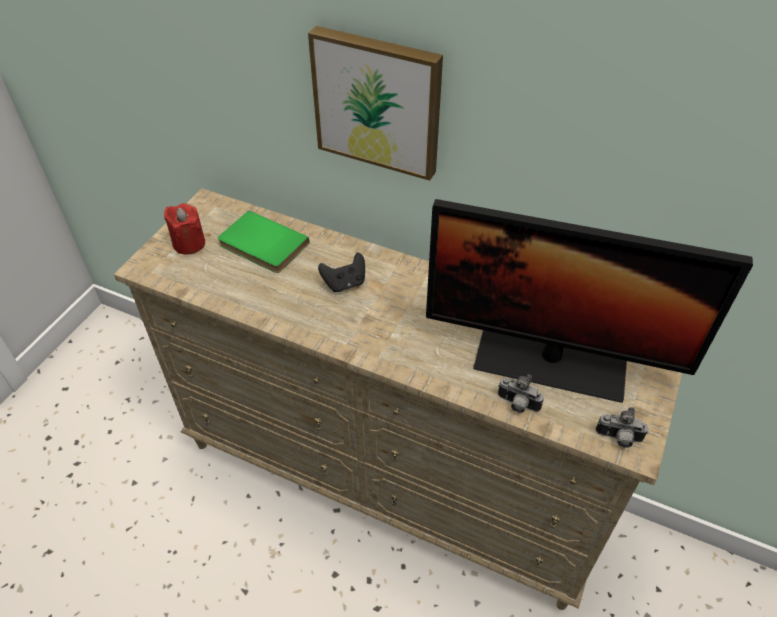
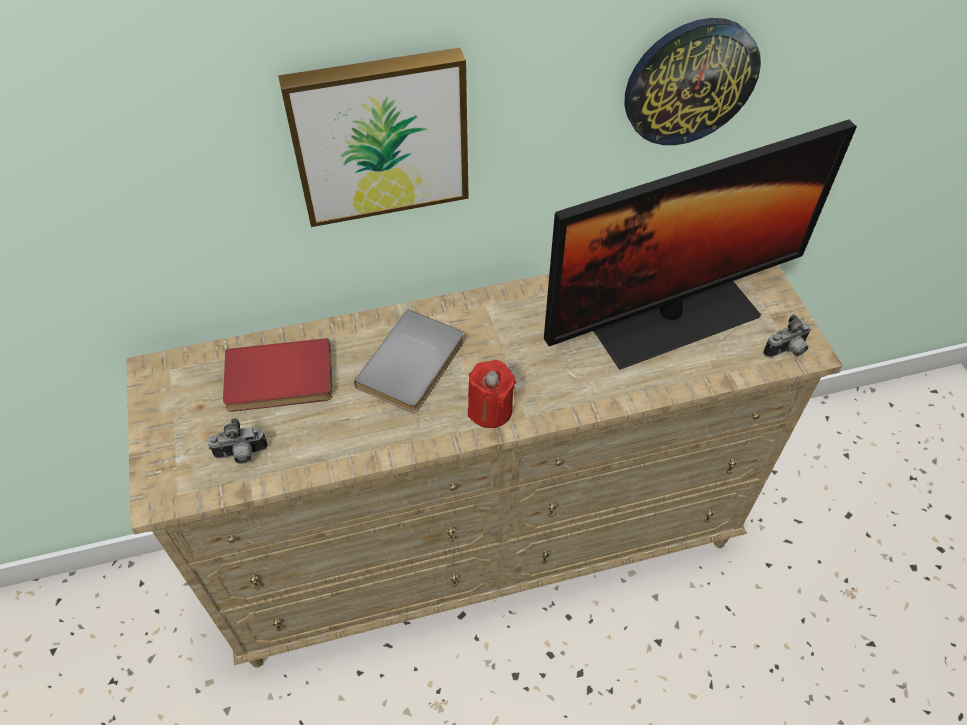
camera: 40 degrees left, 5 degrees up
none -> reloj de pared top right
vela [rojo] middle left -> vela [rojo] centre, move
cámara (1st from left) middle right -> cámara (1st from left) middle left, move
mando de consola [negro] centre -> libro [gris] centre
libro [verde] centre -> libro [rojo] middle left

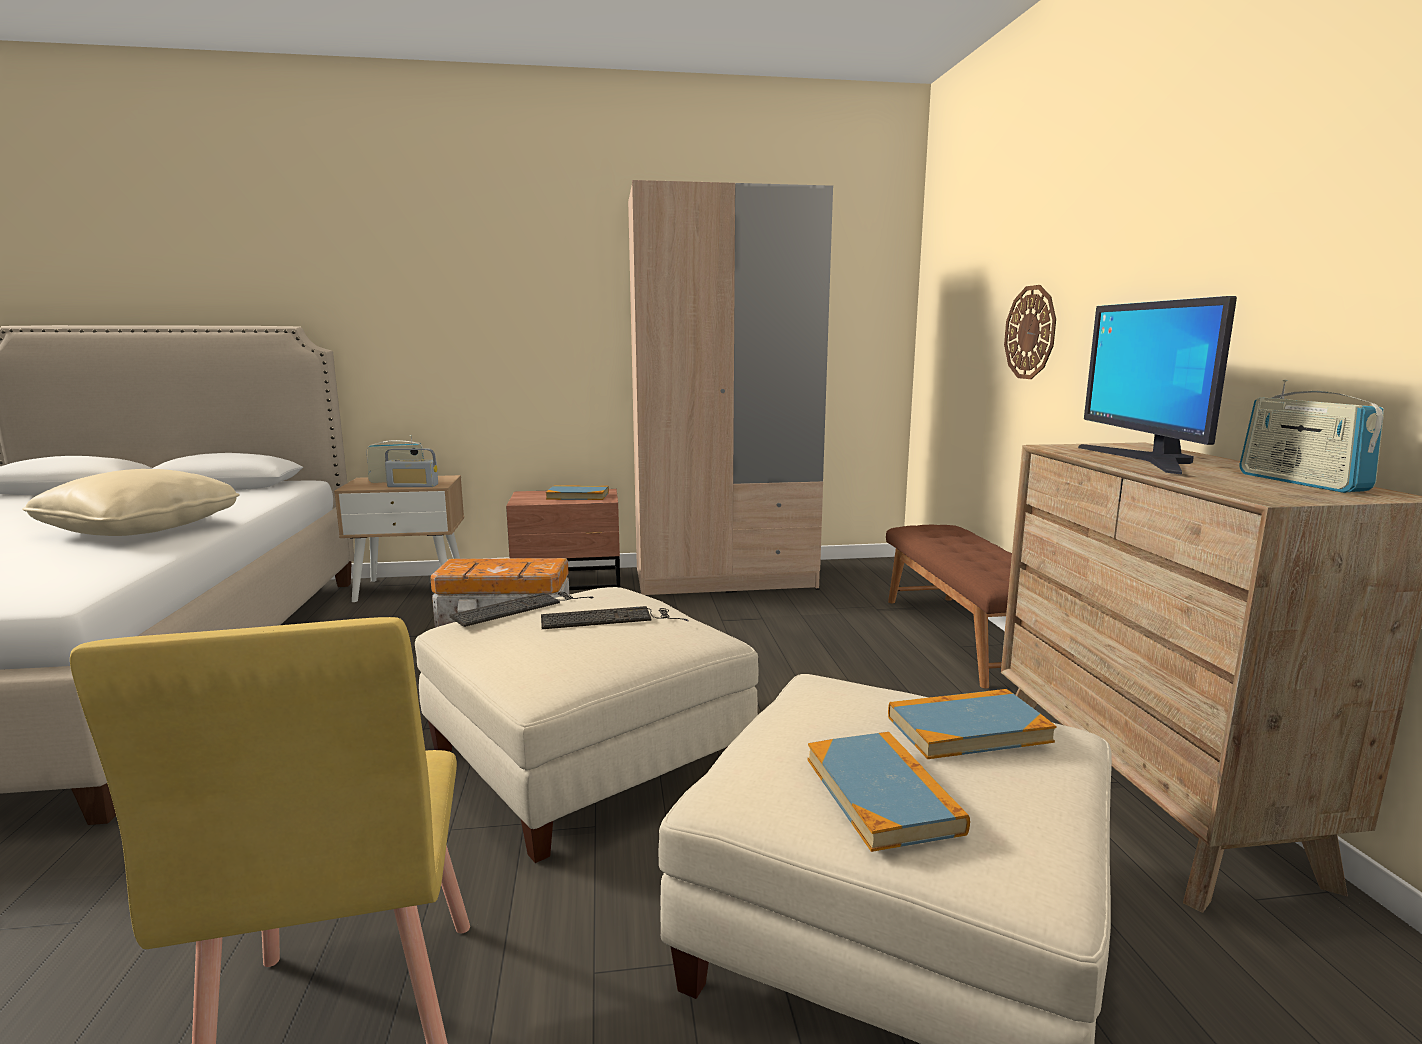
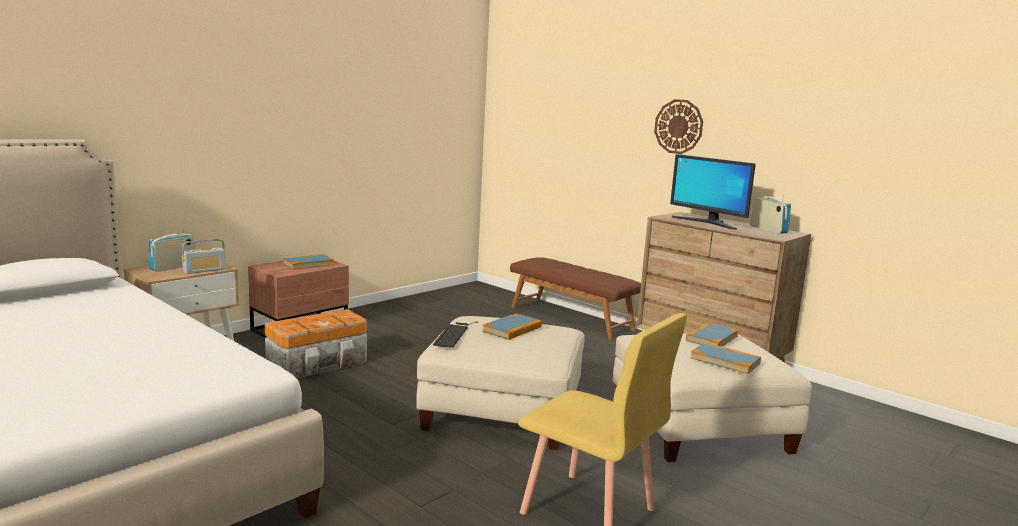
camera: 40 degrees left, 0 degrees up
cojín [beis] middle left -> none
armario ropero [beis] centre -> none
reloj de pared top right -> reloj de pared top centre, move
teclado (2nd from left) centre -> libro (2nd from left) centre
radio (3rd from left) middle right, 150 degrees counterclockwise

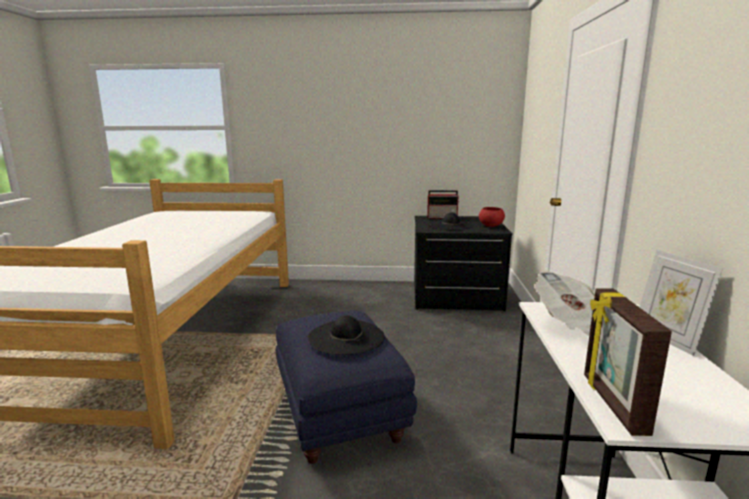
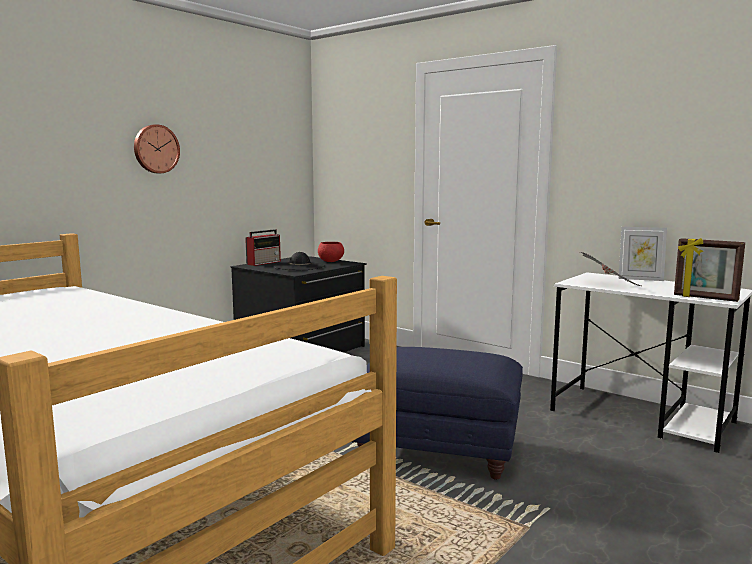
camera: 55 degrees left, 5 degrees down
sombrero [negro] (1st from left) bottom centre -> none
none -> reloj de pared top left

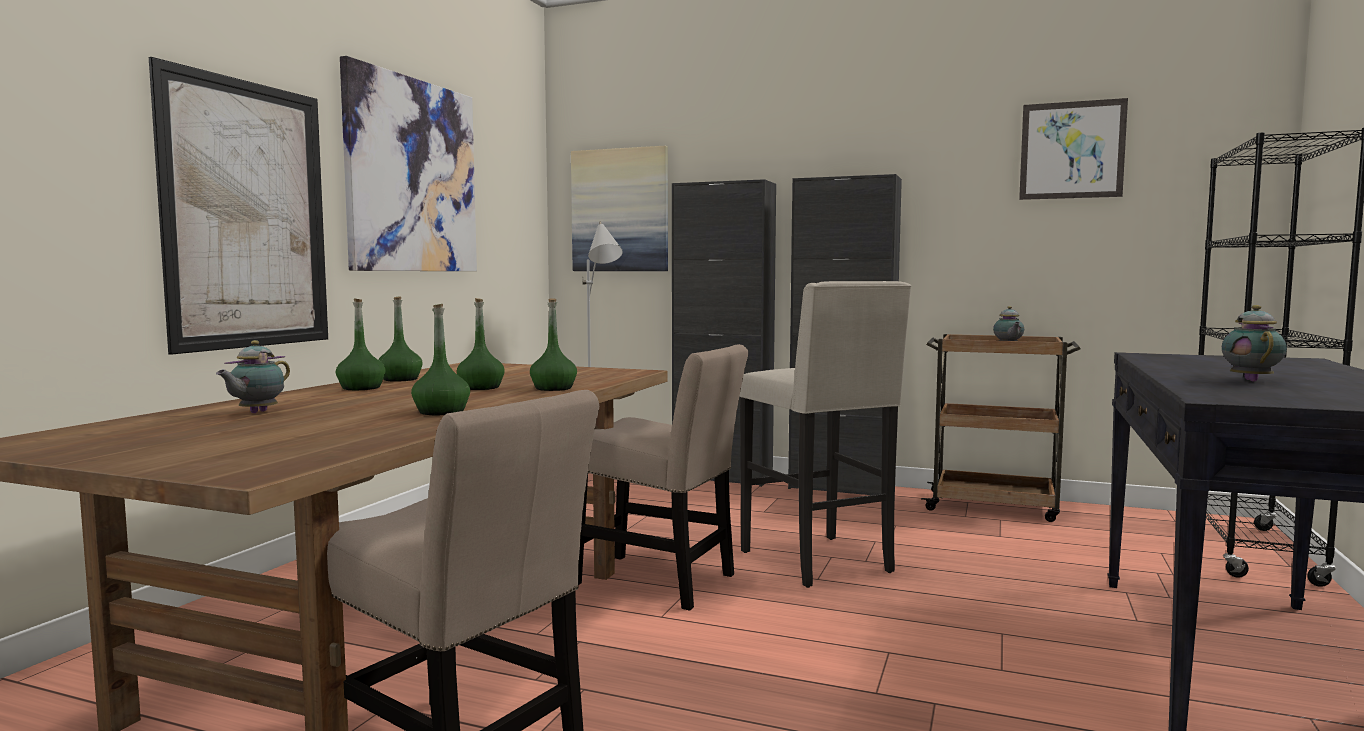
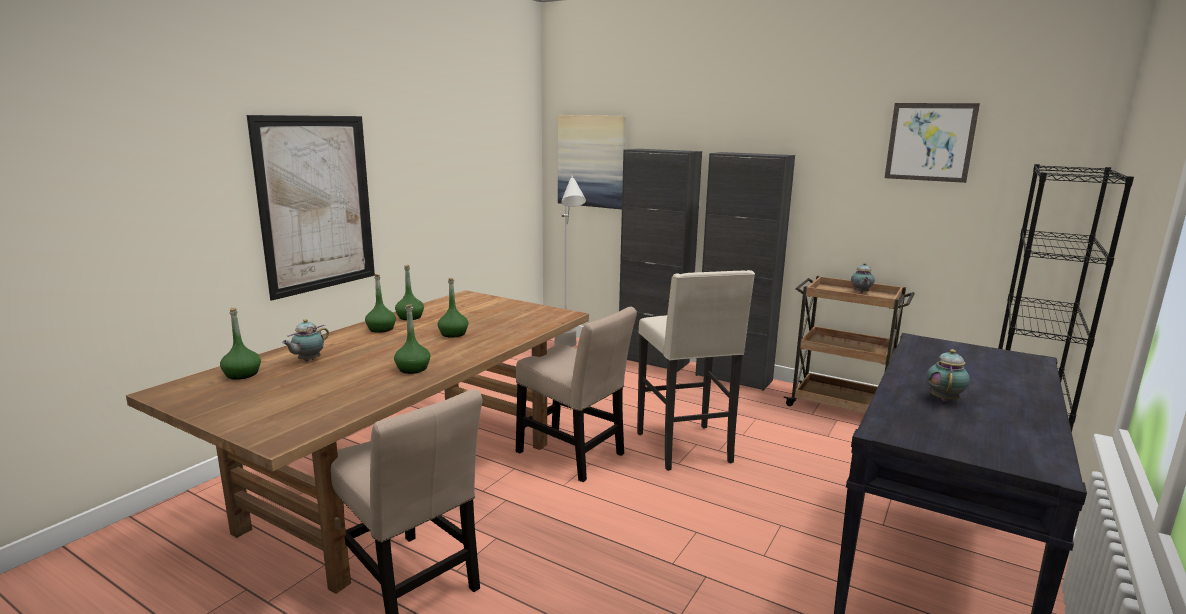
camera: 10 degrees right, 10 degrees up
cuadro (2nd from left) top left -> none
botella [verde] (5th from left in the first image) centre -> botella [verde] (1st from left) middle left, move

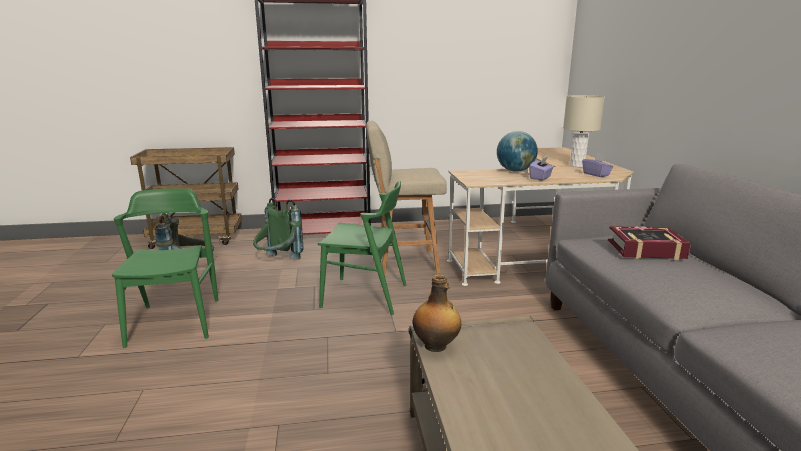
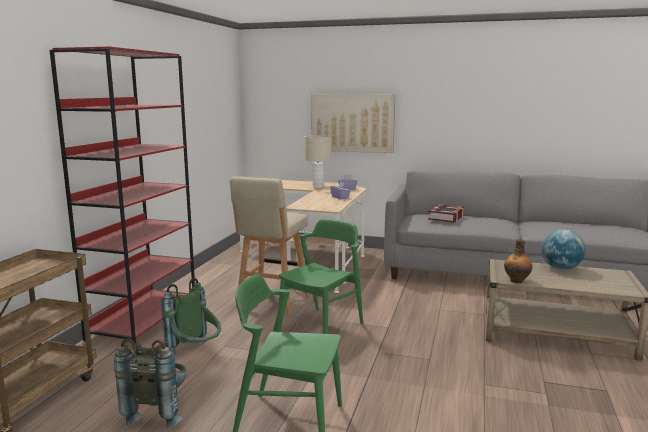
camera: 65 degrees left, 5 degrees down
none -> cuadro top centre
globo terráqueo centre -> globo terráqueo middle right, move

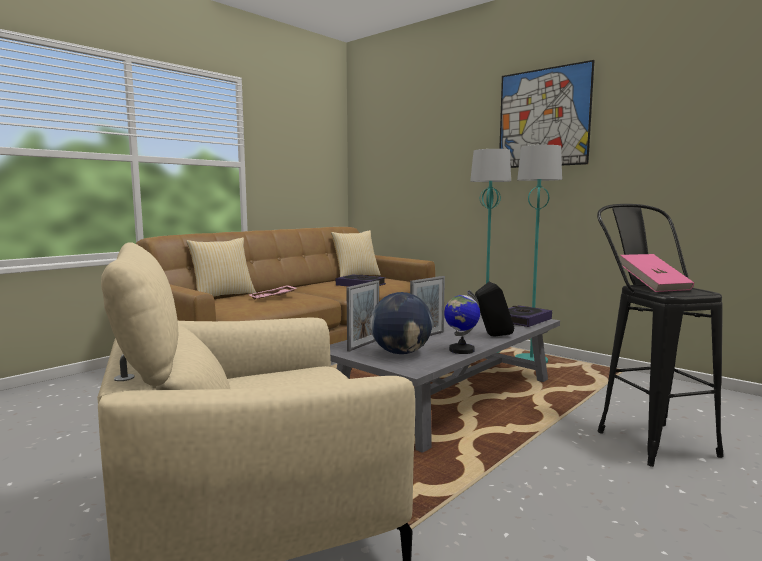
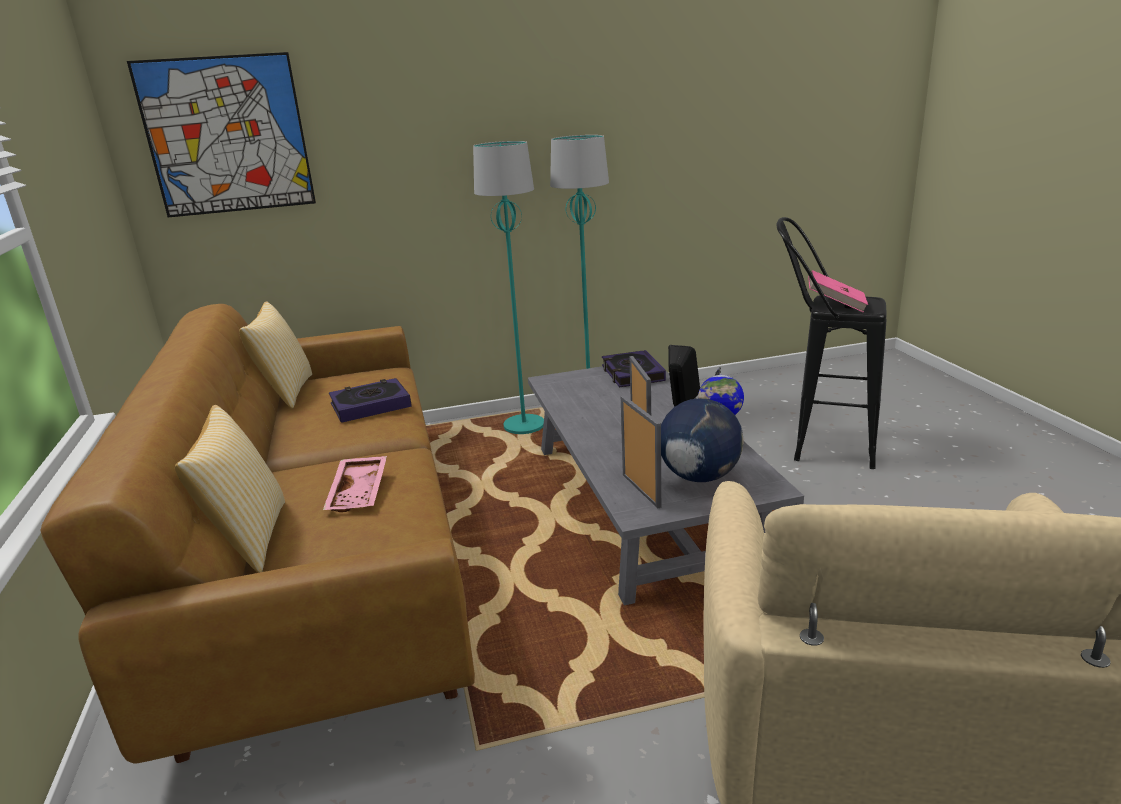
camera: 55 degrees left, 15 degrees up
cuadro top right -> cuadro top left, move

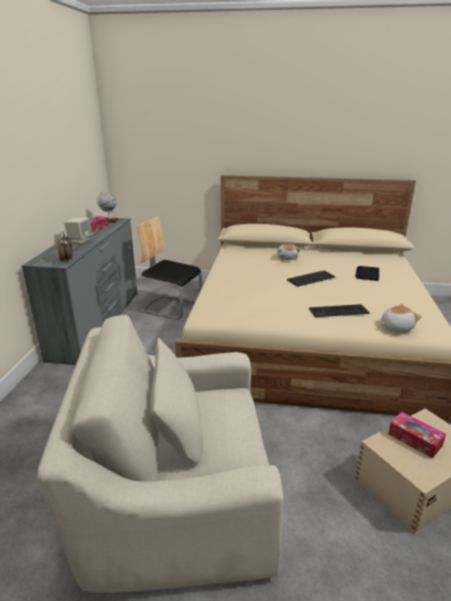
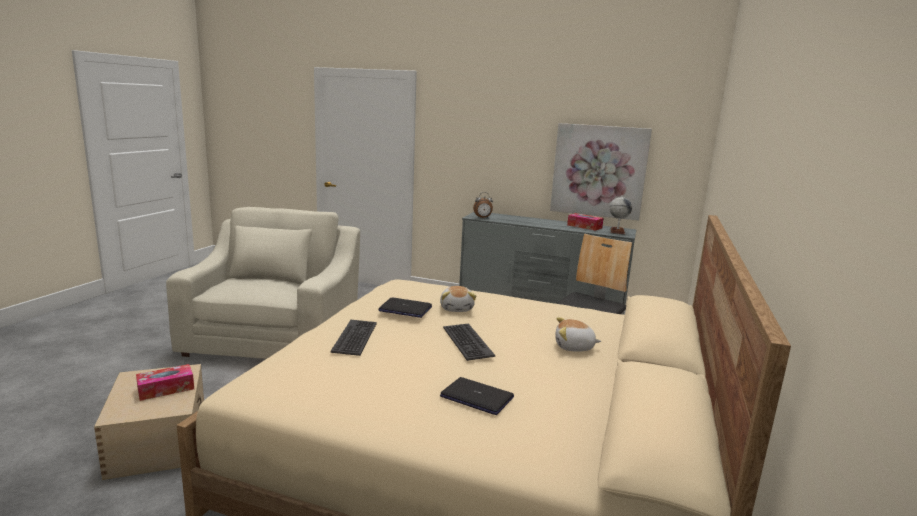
camera: 100 degrees right, 10 degrees down
altavoz [beis] middle left -> none
none -> portátil (1st from left) centre
none -> cuadro centre
peluche (2nd from left in the first image) middle right -> peluche (1st from left) centre, move

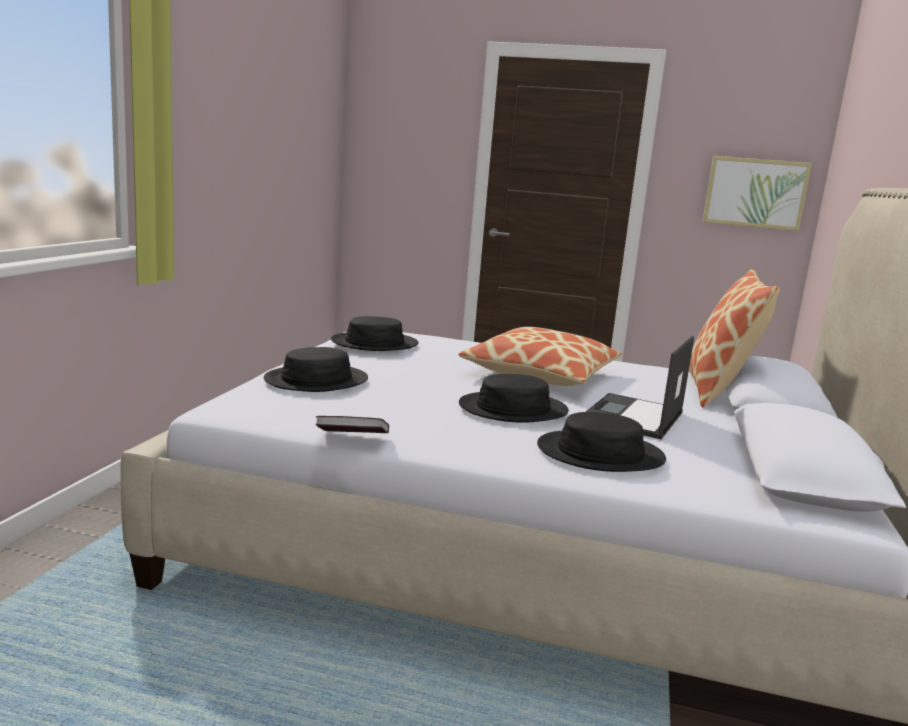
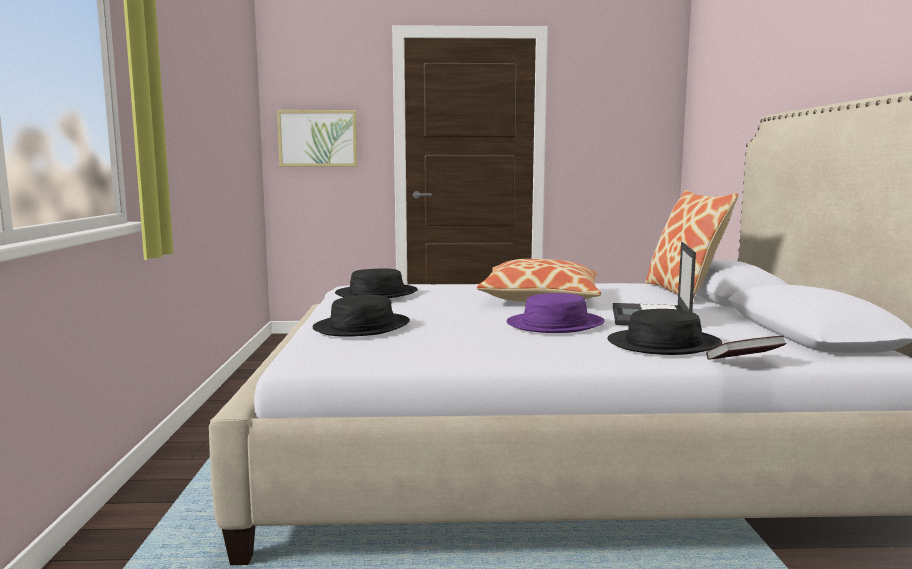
camera: 15 degrees left, 5 degrees down
libro centre -> libro middle right, move
cuadro top right -> cuadro top centre, move
sombrero [negro] (3rd from left) centre -> sombrero [morado] centre

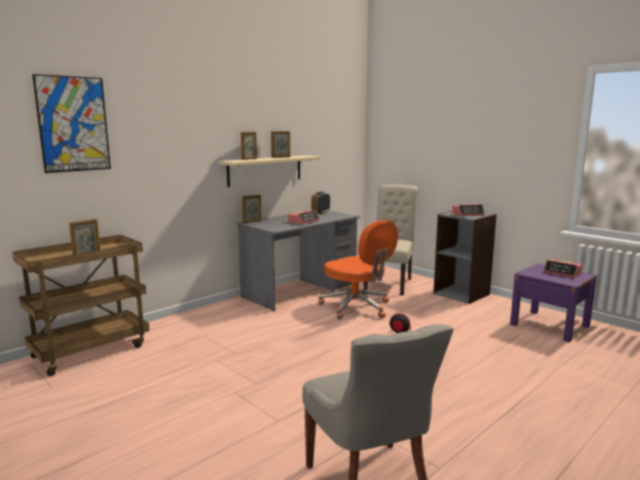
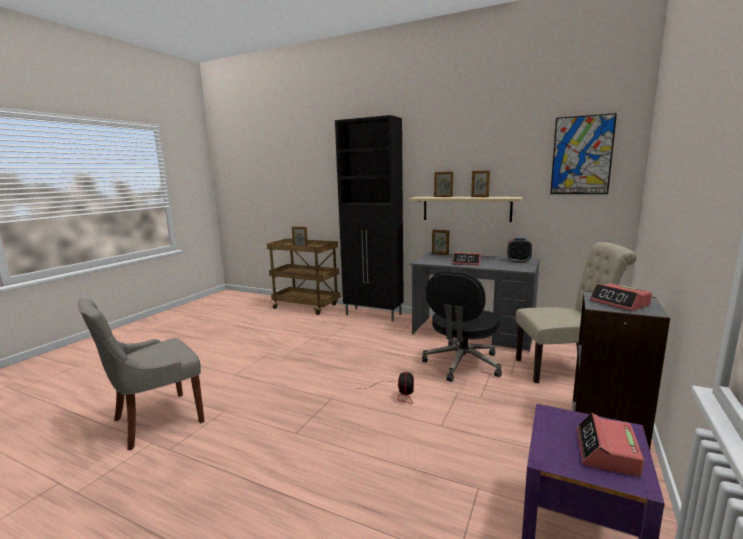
camera: 70 degrees right, 0 degrees up
none -> armario [negro] centre
cuadro top left -> cuadro top right, move
silla de oficina [naranja] centre -> silla de oficina [negro] centre

